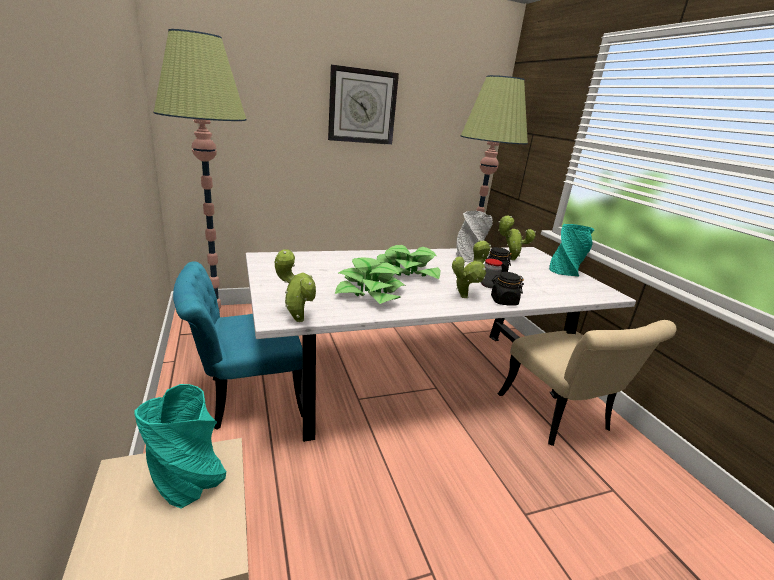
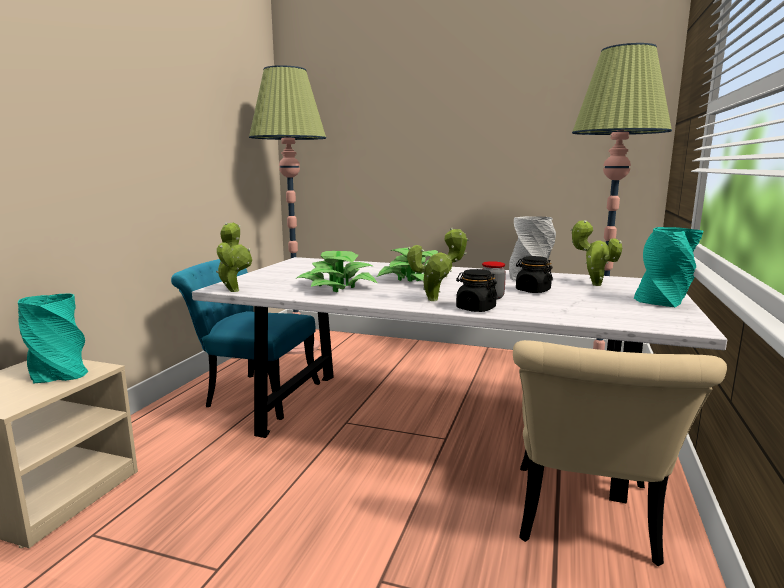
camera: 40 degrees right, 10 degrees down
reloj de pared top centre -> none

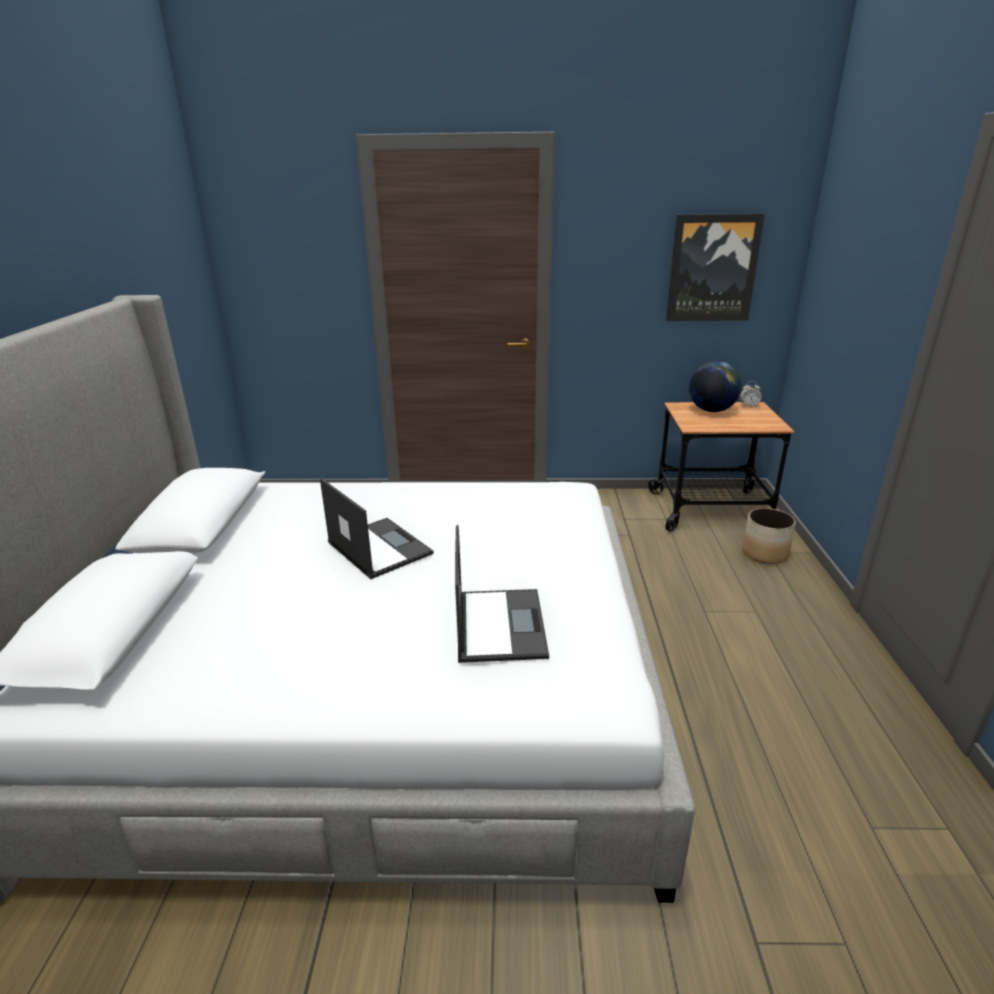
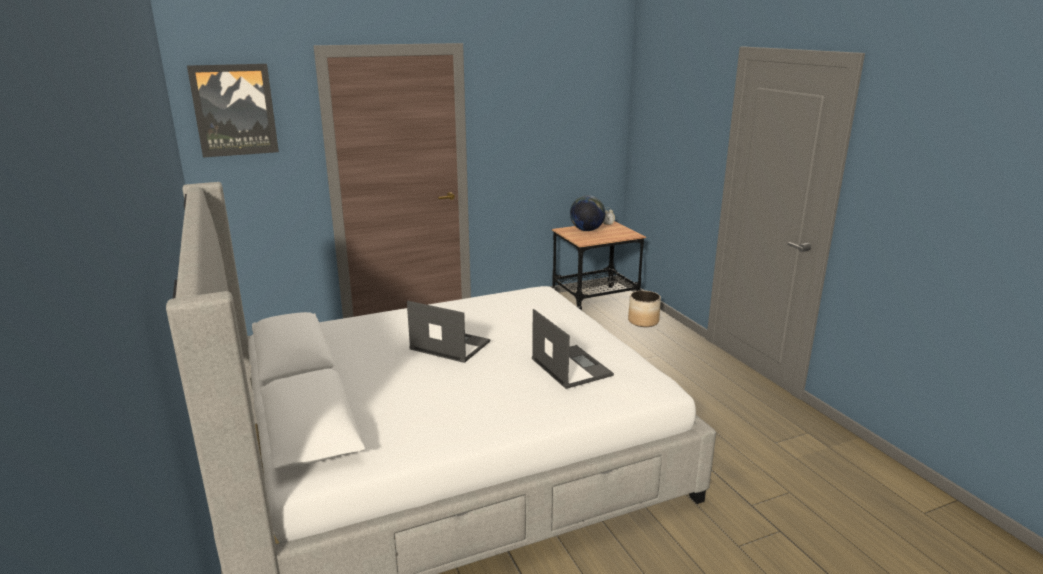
camera: 25 degrees left, 5 degrees down
cuadro top right -> cuadro top left, move

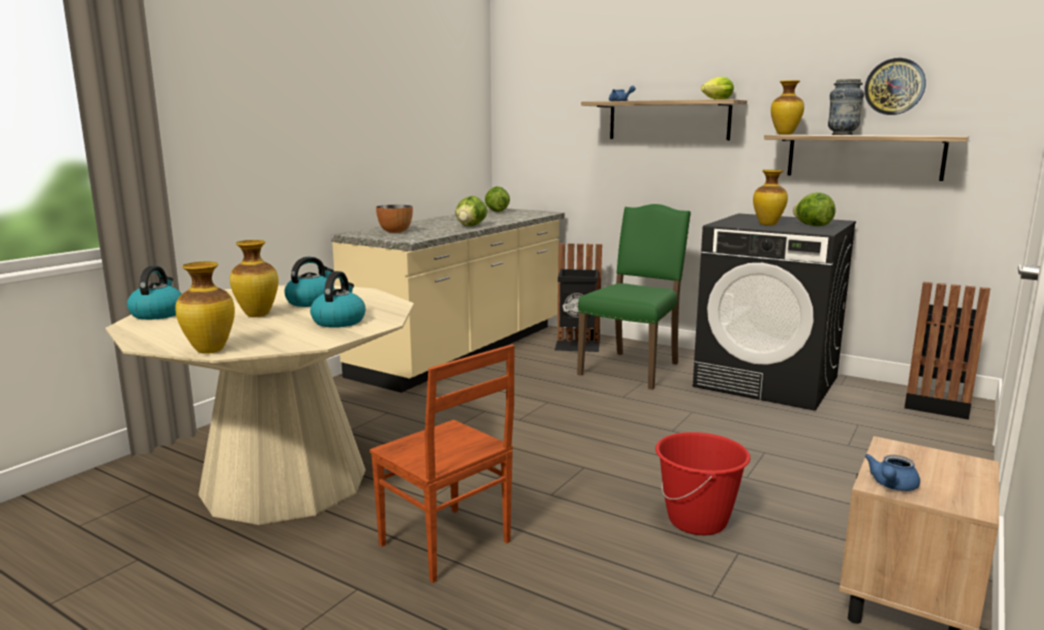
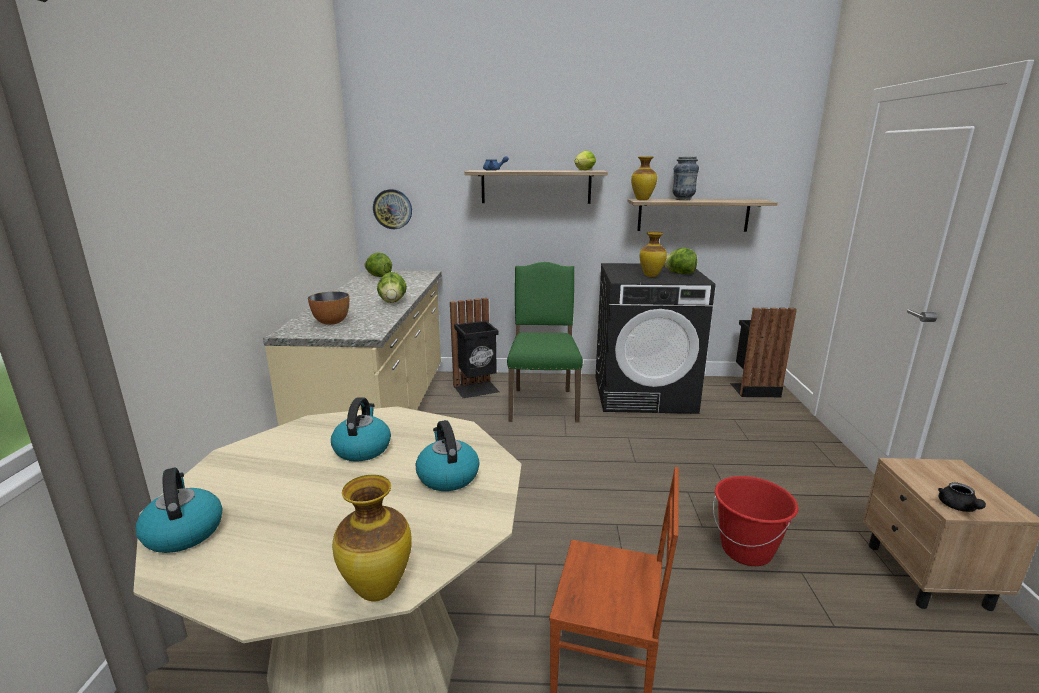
camera: 30 degrees left, 5 degrees up
florero (2nd from left) middle left -> none
reloj de pared top right -> reloj de pared top centre, move
tetera [azul] (2nd from left) bottom right -> tetera [negro] bottom right

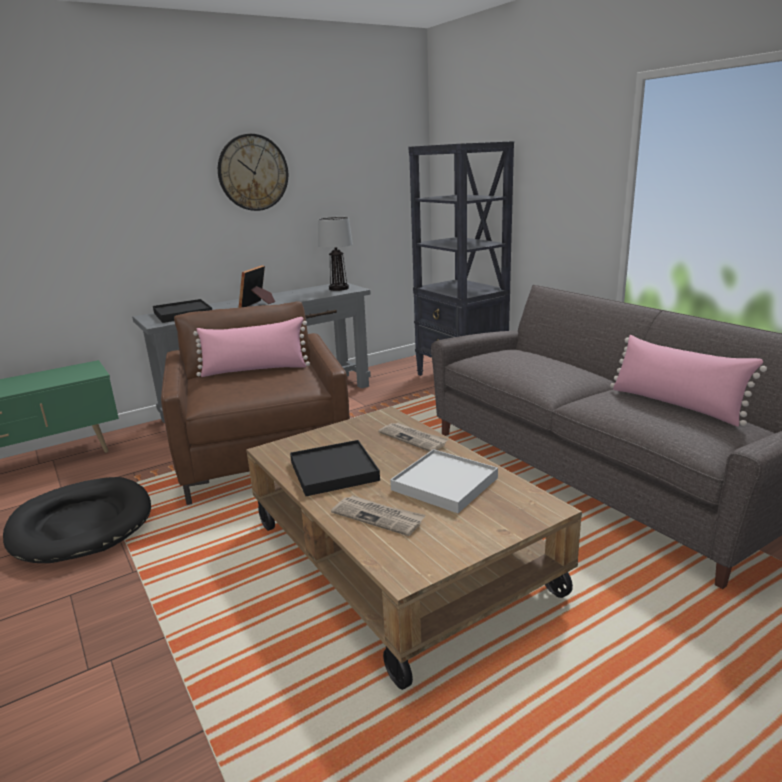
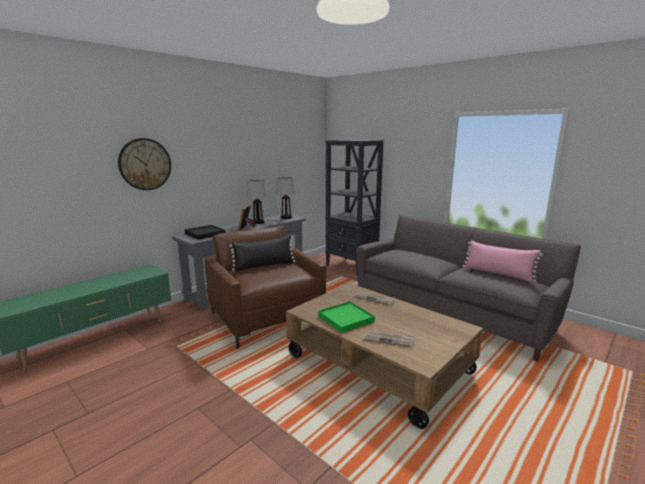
camera: 15 degrees left, 5 degrees down
cama para perro [negro] middle left -> none
bandeja [blanco] centre -> none
none -> lámpara de mesa (1st from left) centre
reloj de pared top left -> reloj de pared middle left, move
cojín [rosa] (1st from left) middle left -> cojín [negro] centre
bandeja [negro] (2nd from left) centre -> bandeja [verde] centre

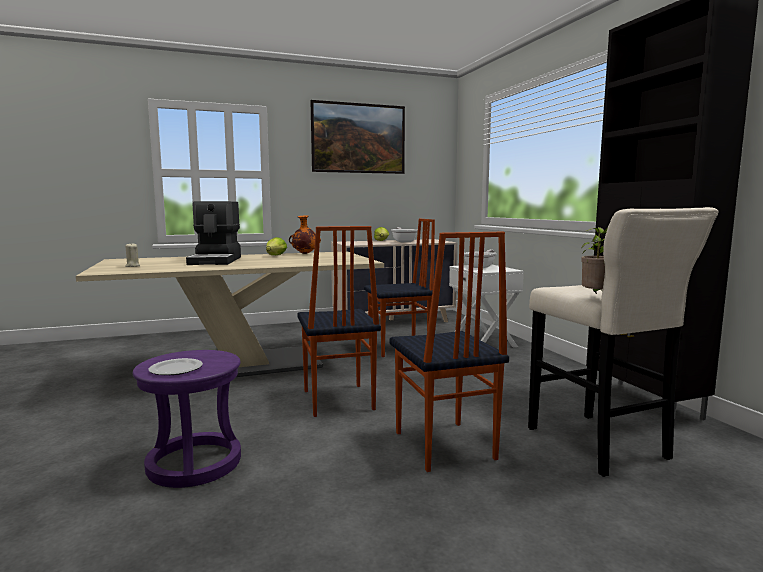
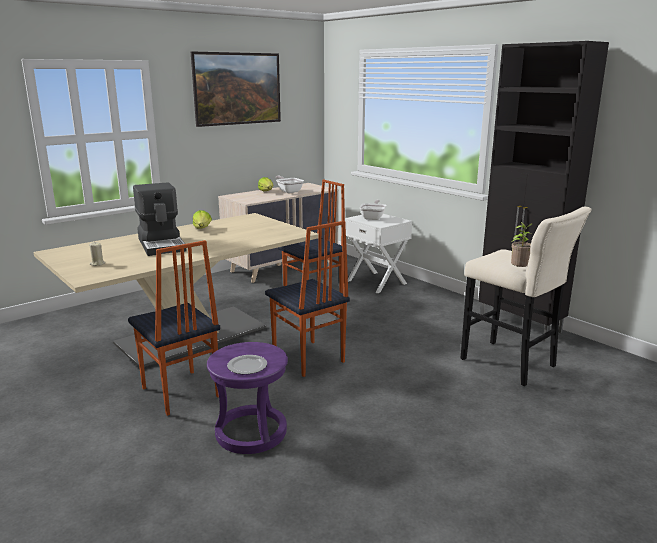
camera: 20 degrees left, 10 degrees up
florero [naranja] centre -> none
silla (3rd from left in the first image) centre -> silla (1st from left) middle left, move

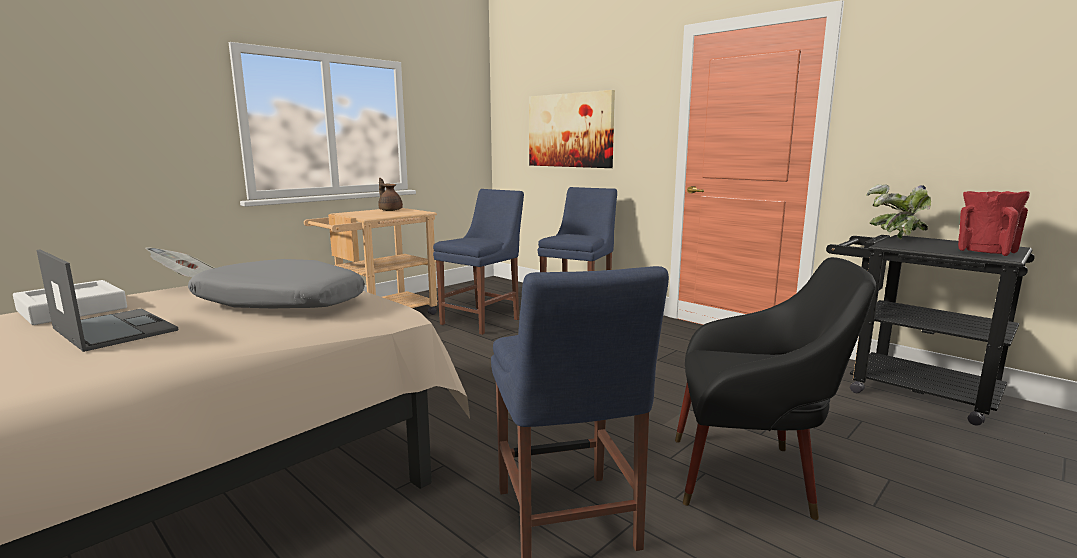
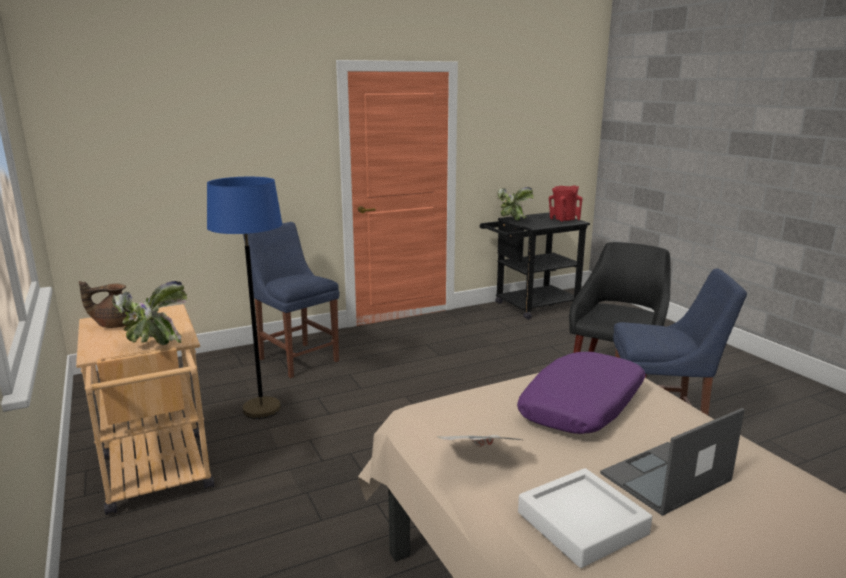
camera: 70 degrees left, 5 degrees up
cuadro top centre -> none
none -> planta en maceta (1st from left) middle left
silla [azul] (1st from left) centre -> lámpara de pie [azul] middle left
cojín [gris] middle left -> cojín [morado] bottom right

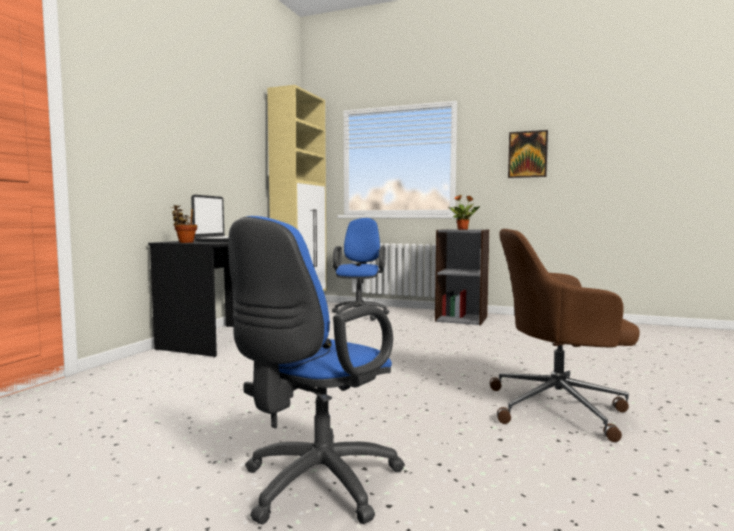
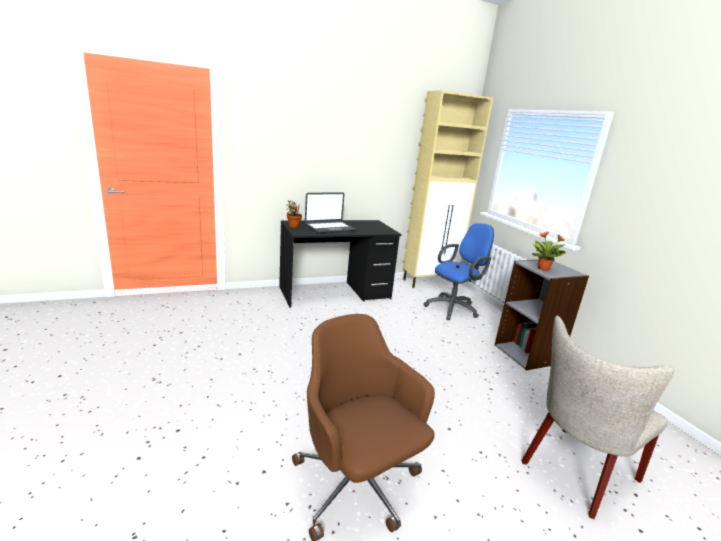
camera: 45 degrees right, 15 degrees up
silla de oficina [azul] (1st from left) bottom centre -> none
cuadro top right -> none
none -> silla [beis] bottom right

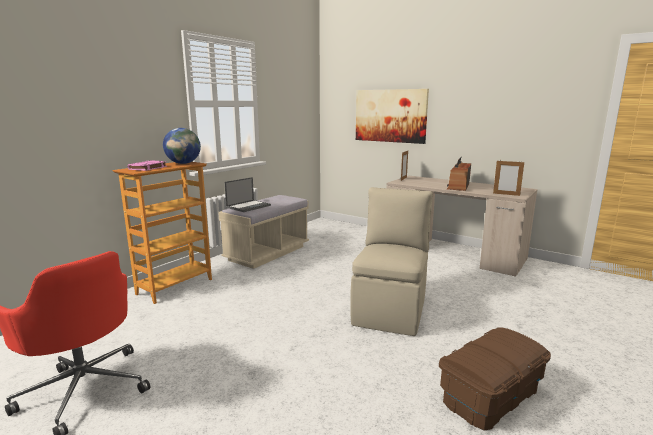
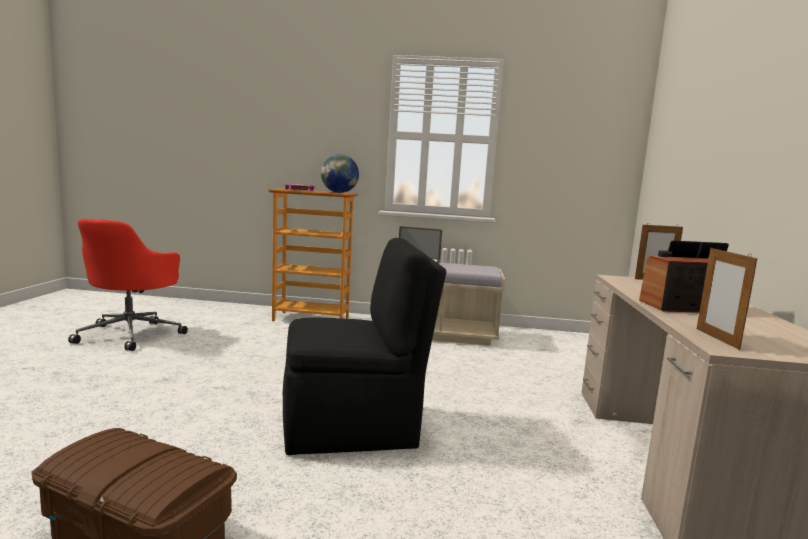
camera: 60 degrees right, 5 degrees down
cuadro top centre -> none
silla [beis] centre -> silla [negro] centre

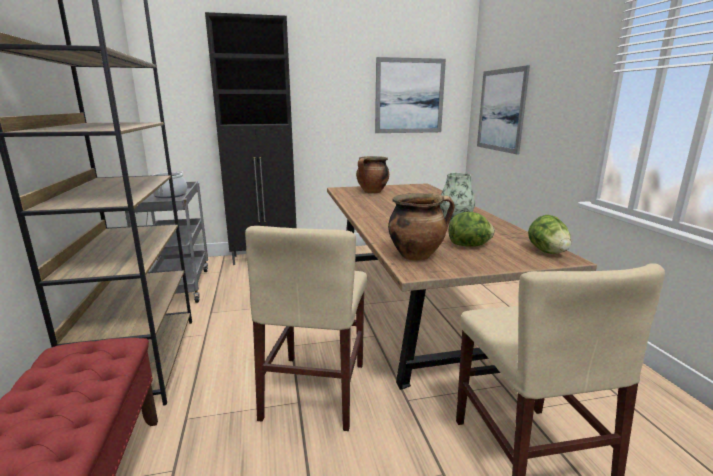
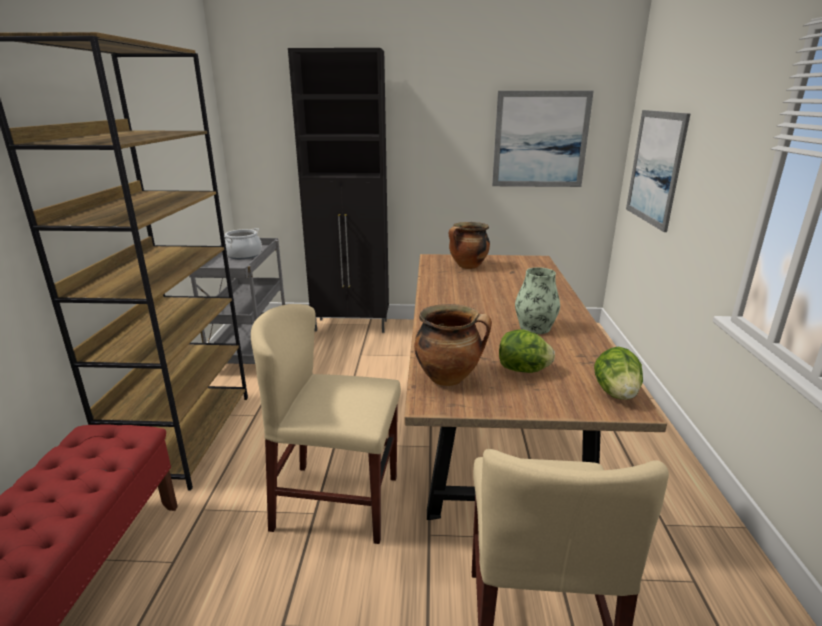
camera: 15 degrees right, 5 degrees up
silla [beis] (1st from left) bottom centre, 75 degrees clockwise

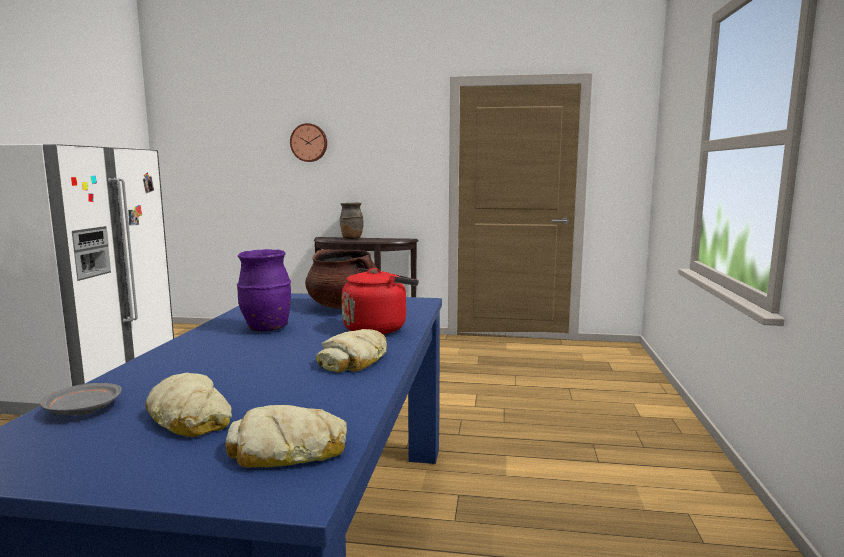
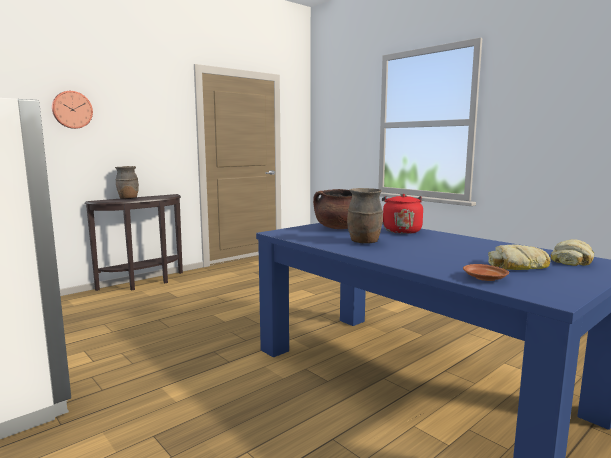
camera: 50 degrees left, 0 degrees up
pan (3rd from left) centre -> none
plato [gris] bottom left -> plato [marrón] middle right
florero [morado] middle left -> florero [marrón] (2nd from left) centre

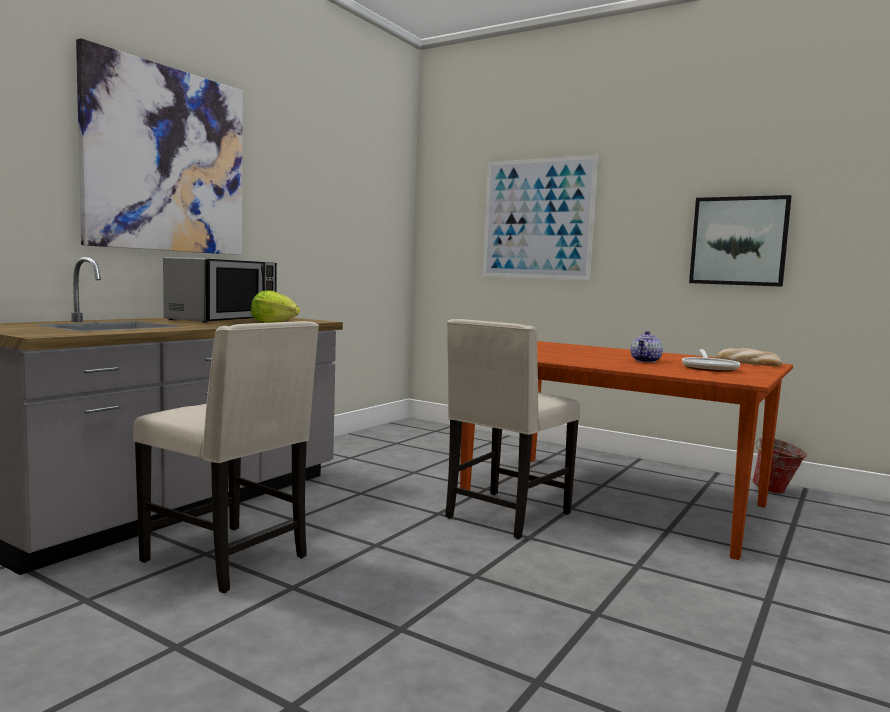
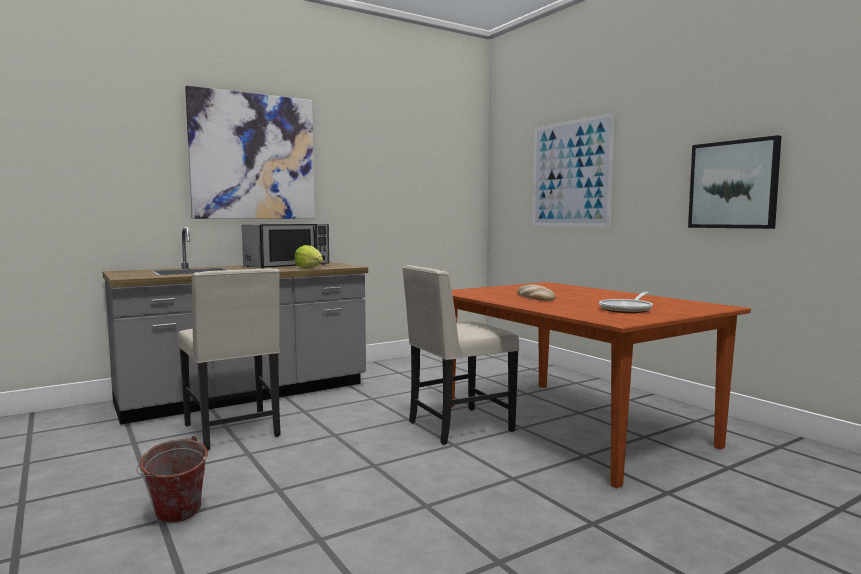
camera: 25 degrees right, 0 degrees up
tetera middle right -> none
pan middle right -> pan centre, move
cubo middle right -> cubo bottom left, move

